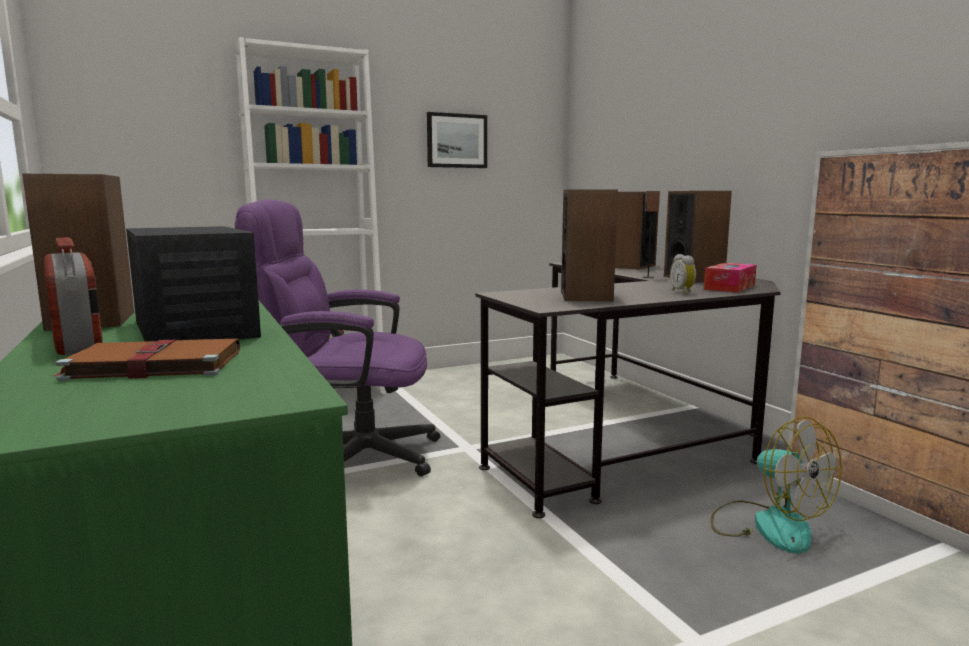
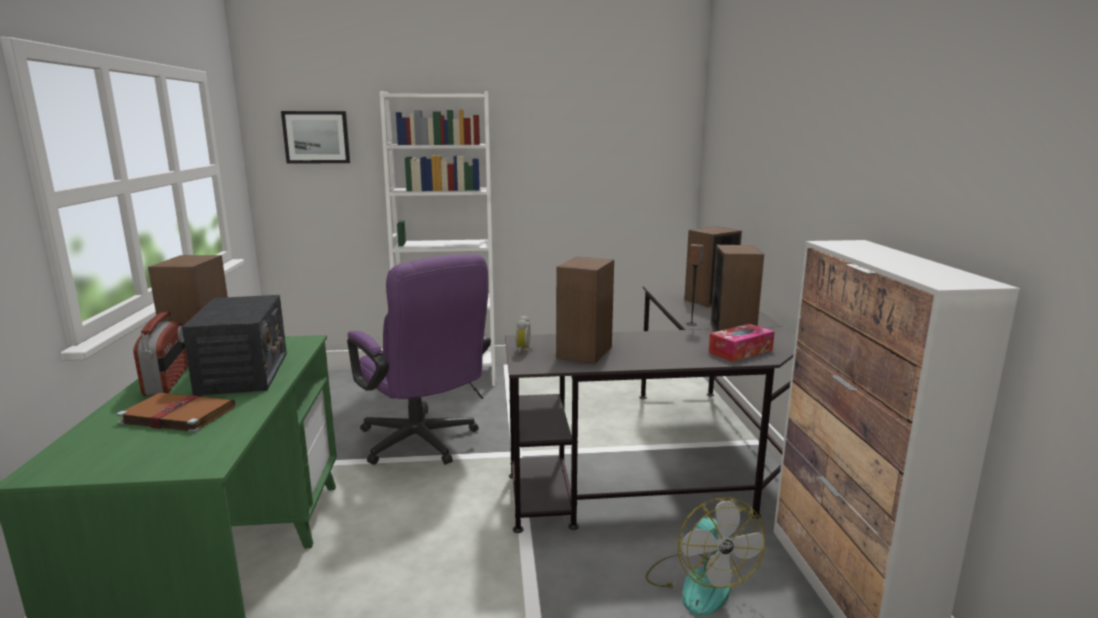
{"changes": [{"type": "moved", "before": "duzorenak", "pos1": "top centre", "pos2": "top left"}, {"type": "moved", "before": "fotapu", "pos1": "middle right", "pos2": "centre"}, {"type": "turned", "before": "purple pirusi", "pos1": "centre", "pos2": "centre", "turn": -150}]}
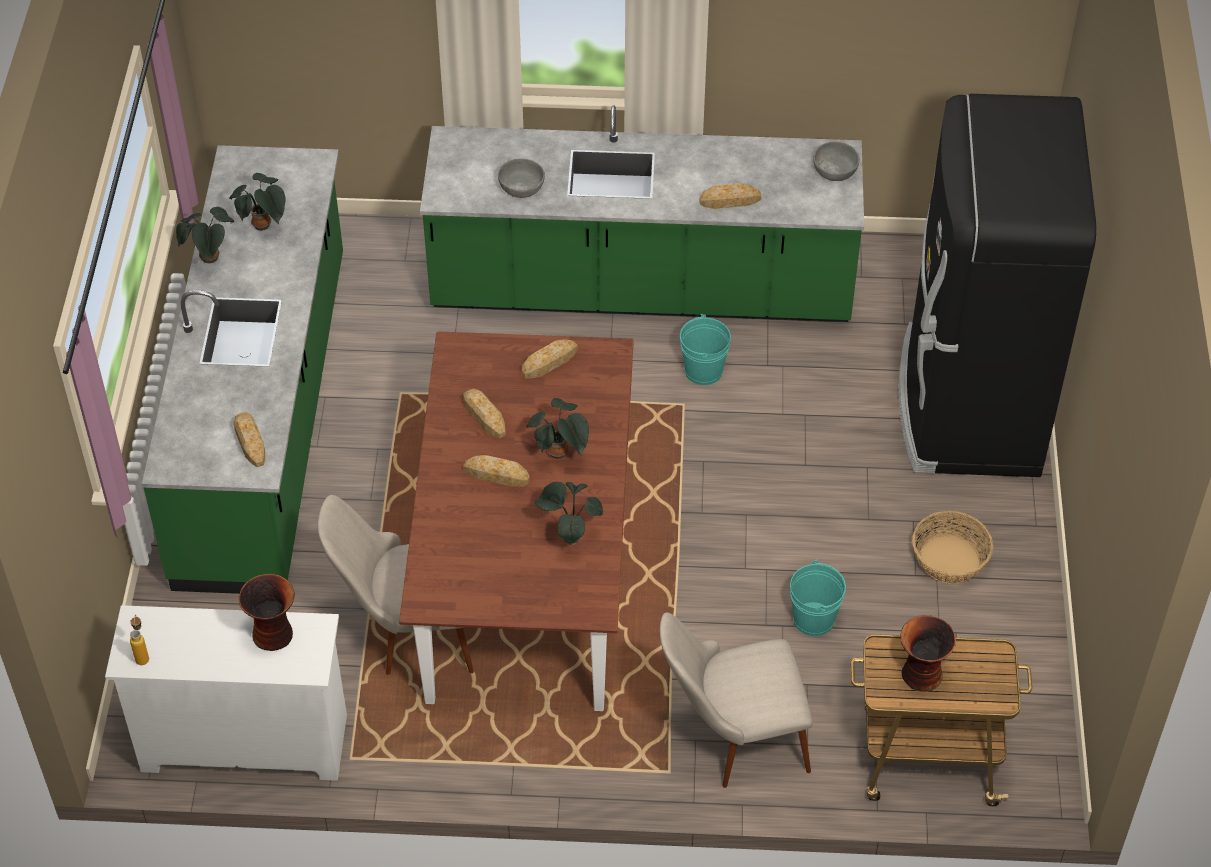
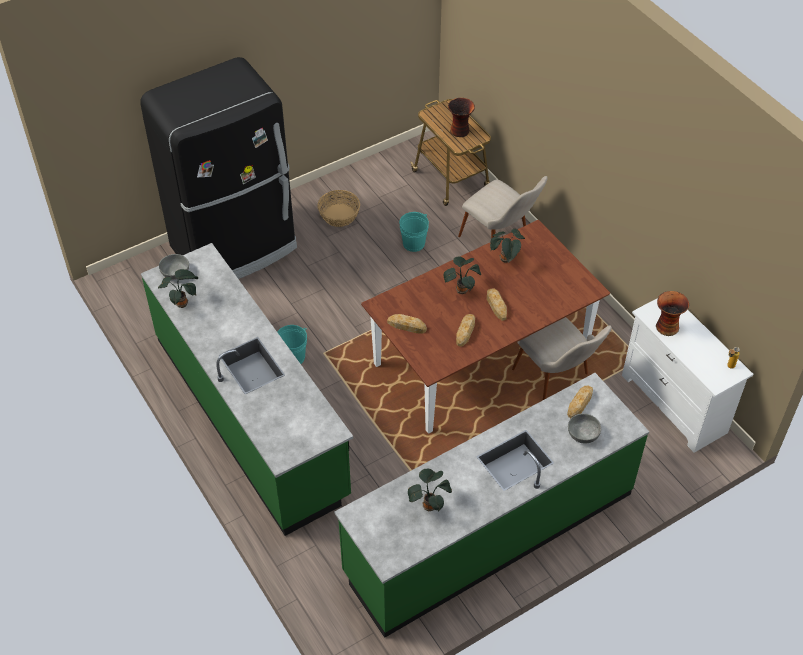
{"changes": [{"type": "removed", "before": "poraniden (5th from left)", "pos1": "top centre"}, {"type": "moved", "before": "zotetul (1st from left)", "pos1": "top left", "pos2": "middle left"}, {"type": "moved", "before": "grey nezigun (1st from left in the first image)", "after": "grey nezigun (2nd from left)", "pos1": "top centre", "pos2": "middle right"}]}
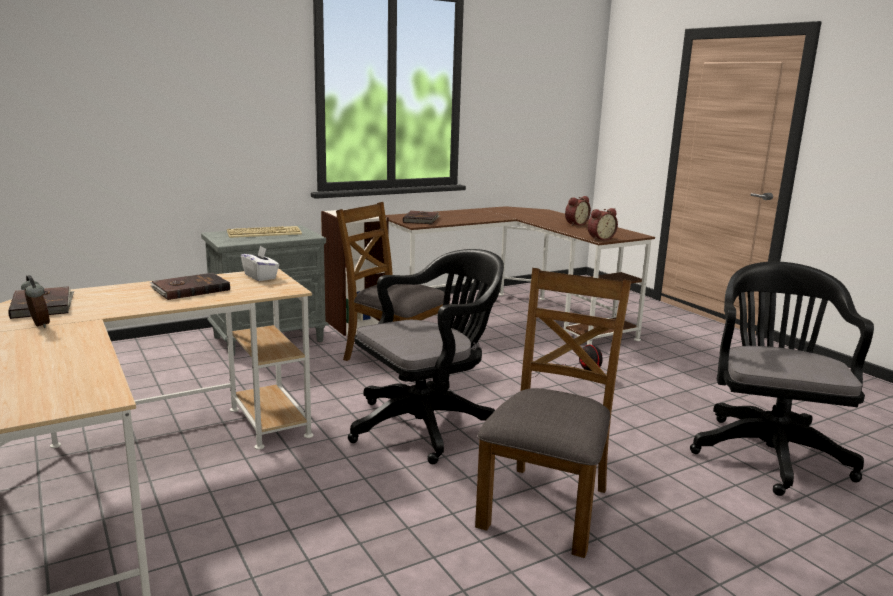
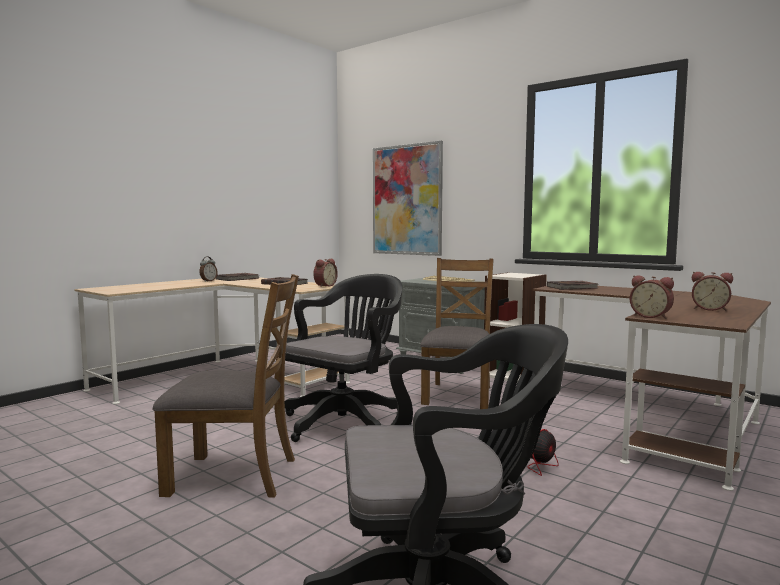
{"changes": [{"type": "added", "after": "duzorenak", "pos2": "centre"}, {"type": "replaced", "before": "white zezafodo", "after": "fotapu (2nd from left)", "pos1": "middle left", "pos2": "centre"}, {"type": "turned", "before": "black pirusi (1st from left)", "pos1": "centre", "pos2": "centre", "turn": -90}]}
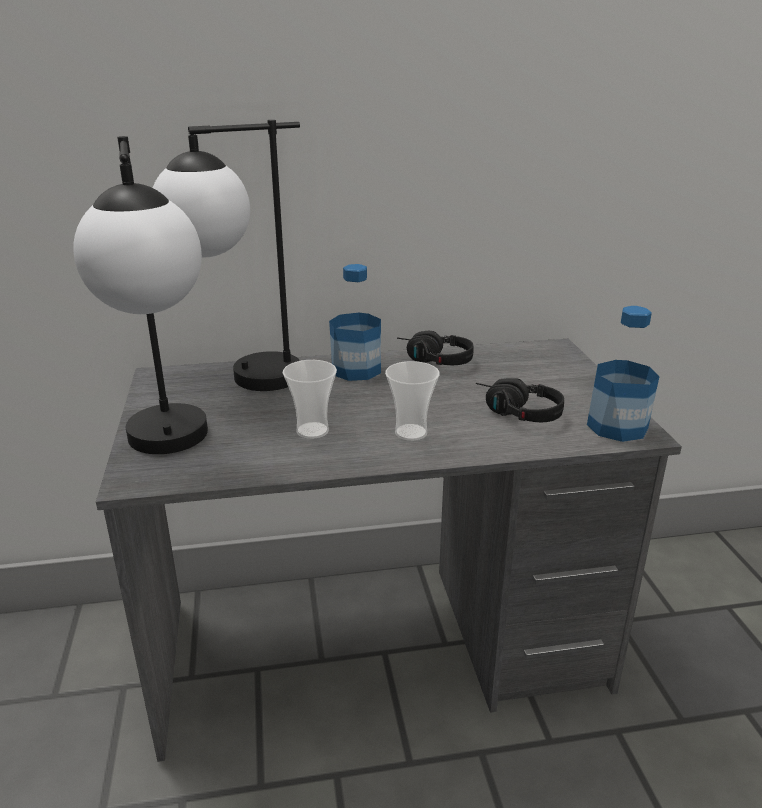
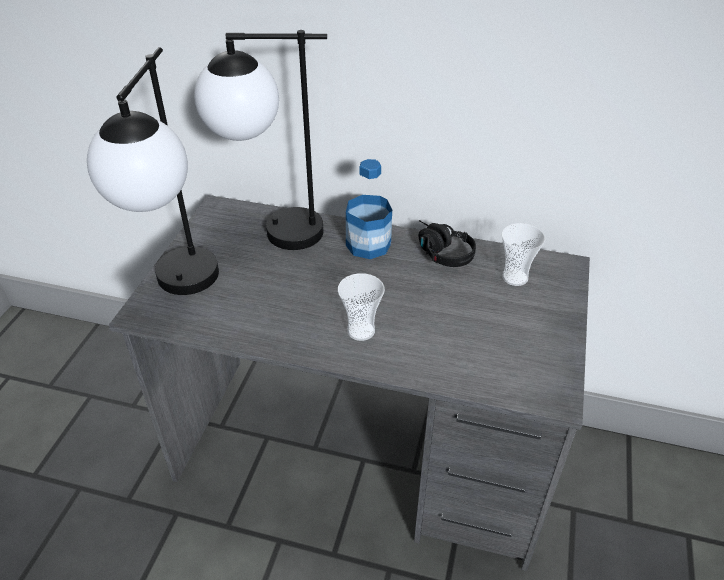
{"changes": [{"type": "removed", "before": "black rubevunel (2nd from left)", "pos1": "middle right"}, {"type": "removed", "before": "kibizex (2nd from left)", "pos1": "middle right"}, {"type": "moved", "before": "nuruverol (1st from left in the first image)", "after": "nuruverol (2nd from left)", "pos1": "centre", "pos2": "middle right"}]}
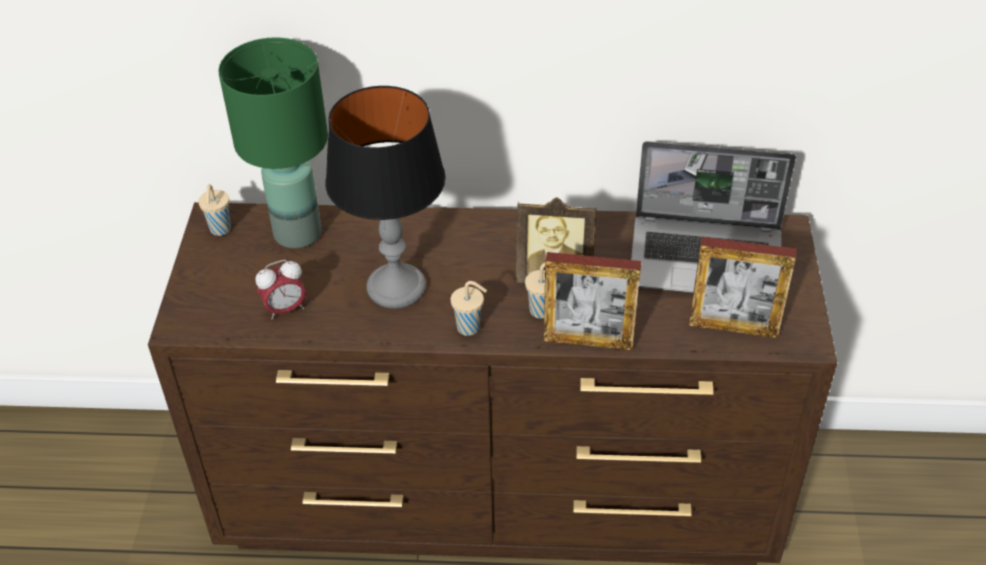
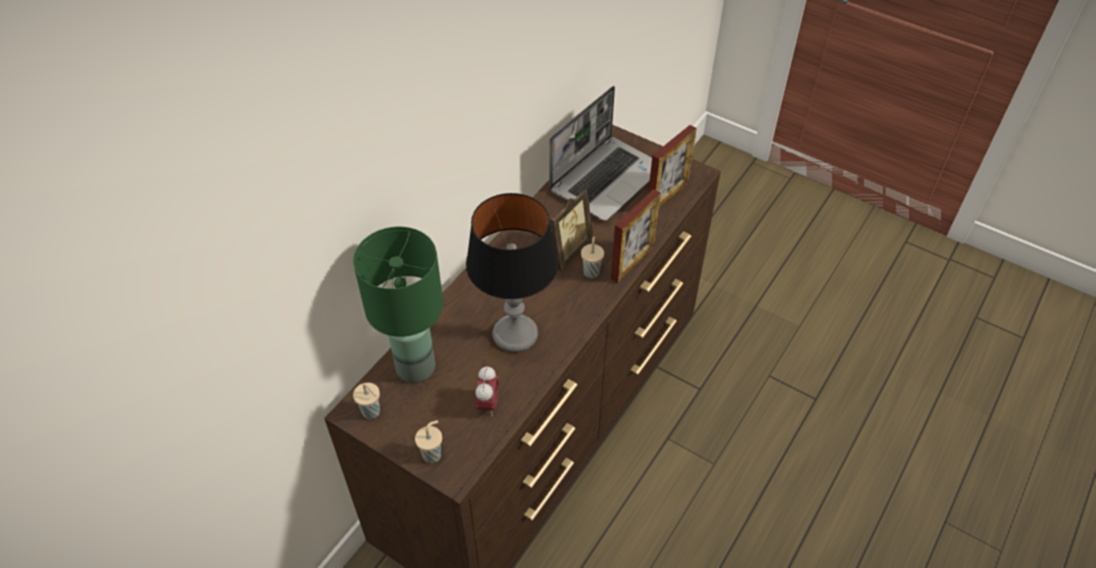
{"changes": [{"type": "moved", "before": "beige nuruverol (2nd from left)", "pos1": "centre", "pos2": "bottom centre"}]}
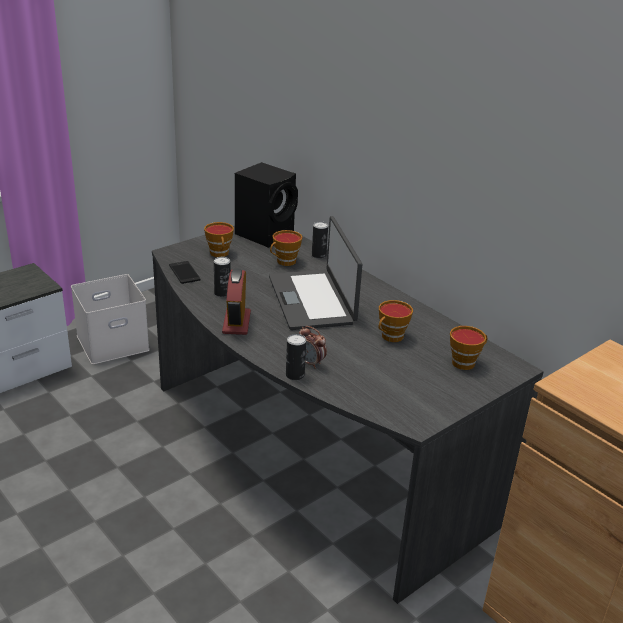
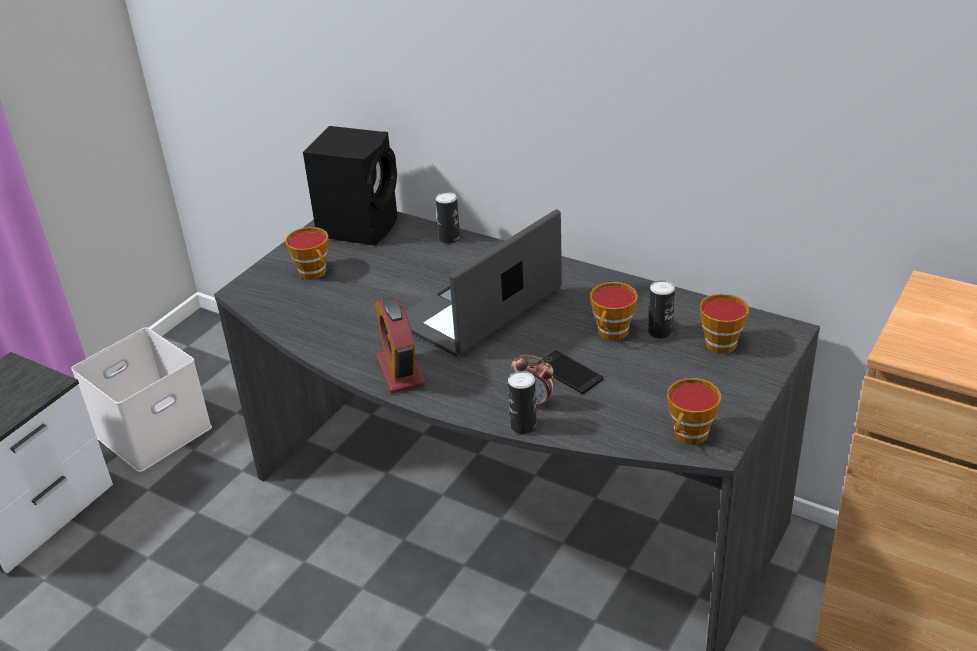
{"changes": [{"type": "moved", "before": "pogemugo", "pos1": "middle left", "pos2": "centre"}, {"type": "moved", "before": "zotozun (1st from left in the first image)", "after": "zotozun (3rd from left)", "pos1": "centre", "pos2": "middle right"}, {"type": "moved", "before": "nuruverol (2nd from left in the first image)", "after": "nuruverol (3rd from left)", "pos1": "centre", "pos2": "middle right"}, {"type": "turned", "before": "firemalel", "pos1": "centre", "pos2": "centre", "turn": 75}]}
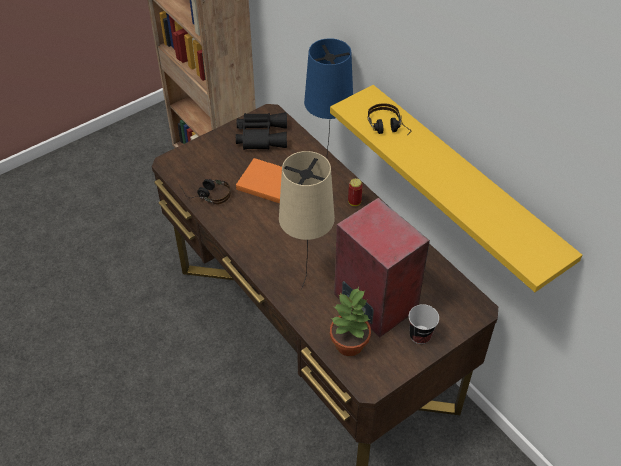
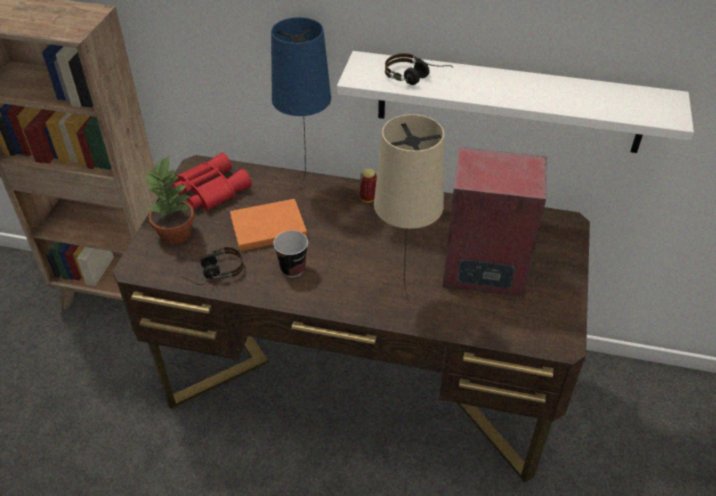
{"changes": [{"type": "moved", "before": "zotetul", "pos1": "bottom centre", "pos2": "middle left"}, {"type": "moved", "before": "nuruverol", "pos1": "bottom right", "pos2": "centre"}, {"type": "recoloured", "before": "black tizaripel", "after": "red tizaripel", "pos1": "top centre", "pos2": "middle left"}, {"type": "recoloured", "before": "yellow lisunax", "after": "white lisunax", "pos1": "middle right", "pos2": "top right"}]}
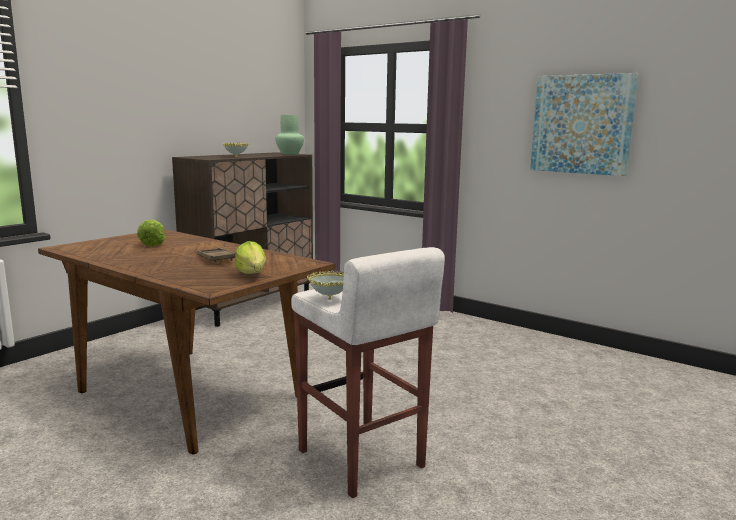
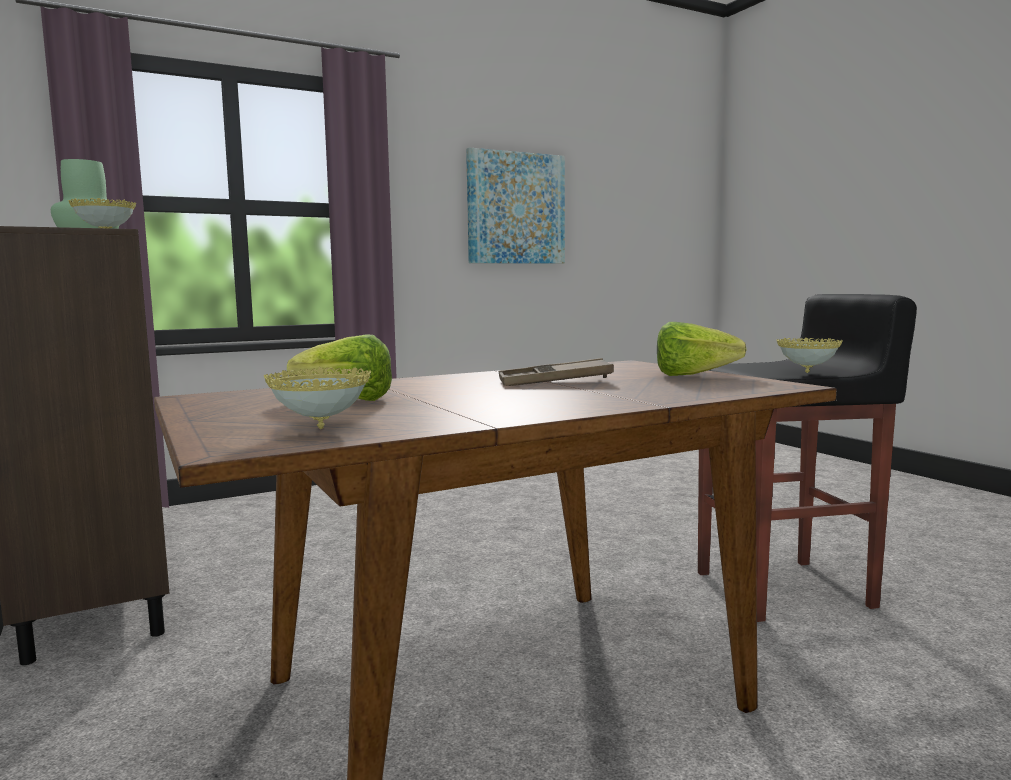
{"changes": [{"type": "added", "after": "nezigun (2nd from left)", "pos2": "middle left"}, {"type": "recoloured", "before": "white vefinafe", "after": "black vefinafe", "pos1": "bottom centre", "pos2": "middle right"}]}
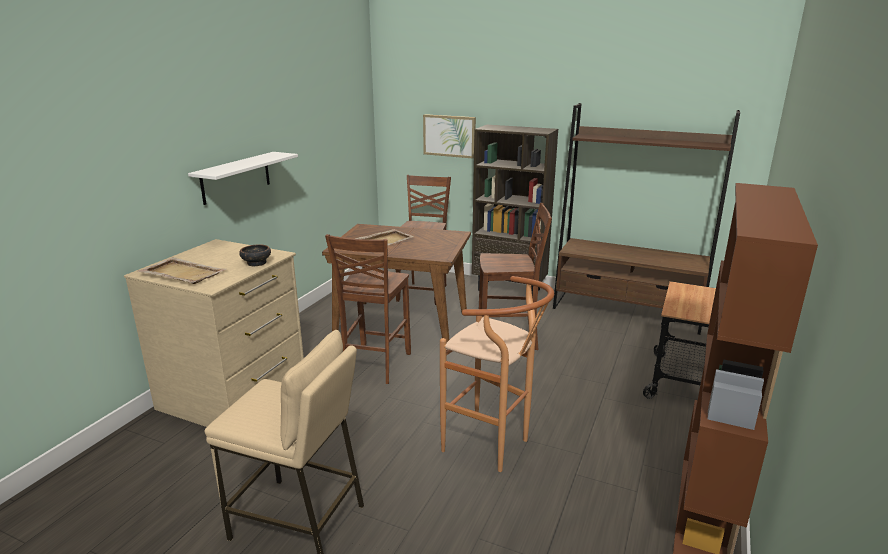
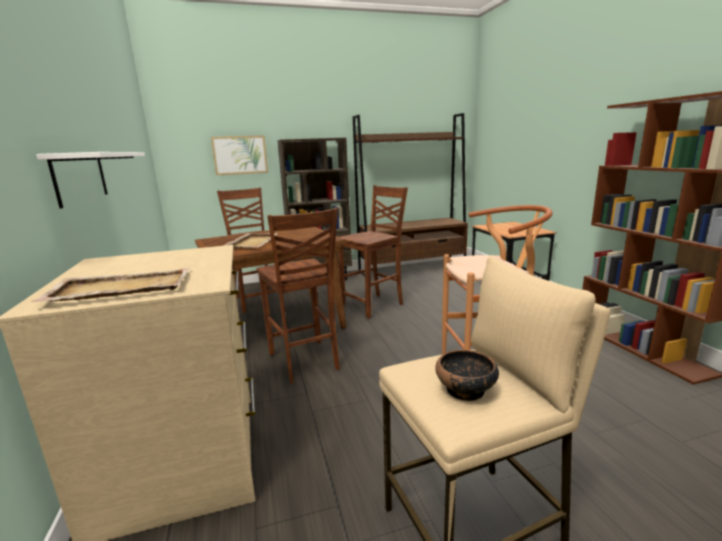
{"changes": [{"type": "moved", "before": "nezigun", "pos1": "middle left", "pos2": "bottom centre"}]}
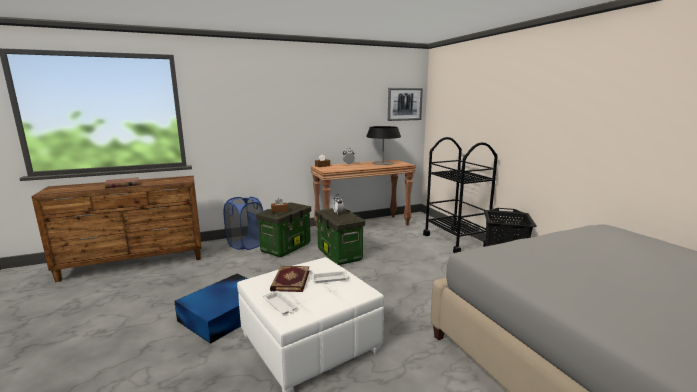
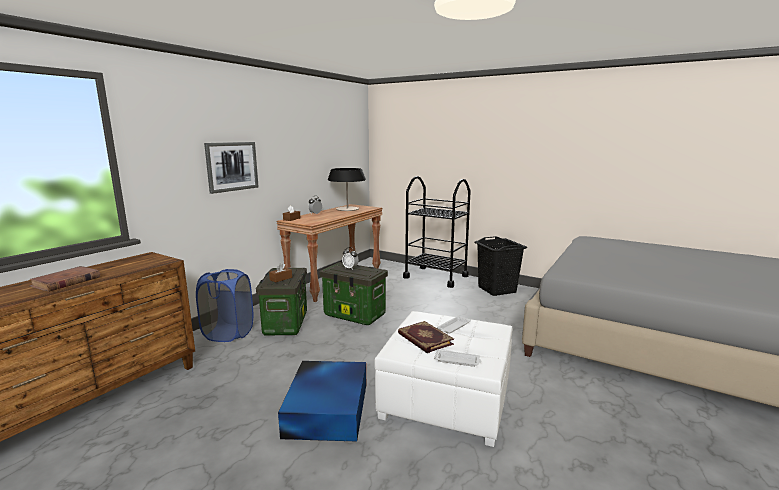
{"changes": [{"type": "moved", "before": "duzorenak", "pos1": "top centre", "pos2": "middle left"}]}
